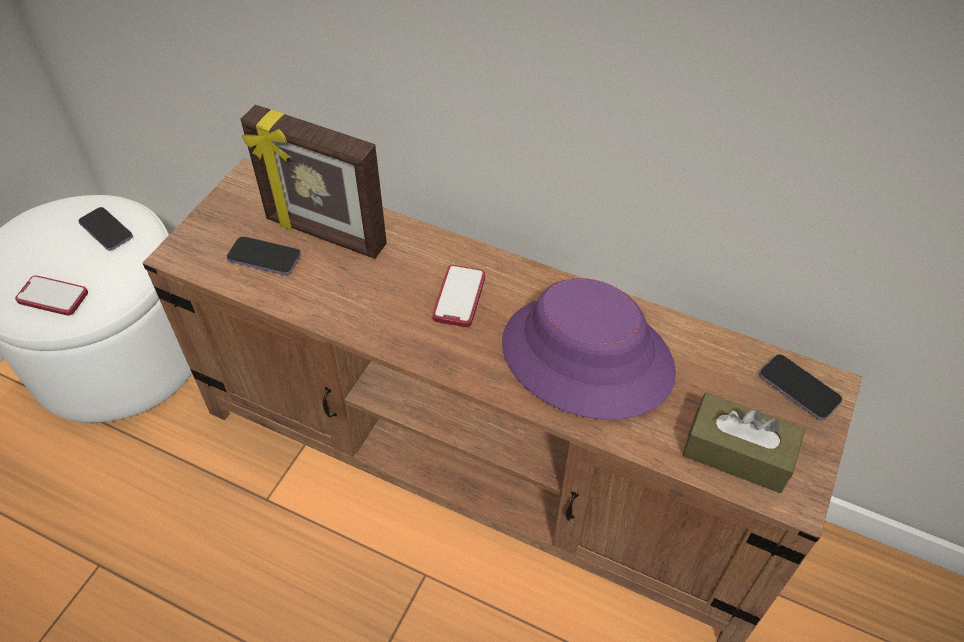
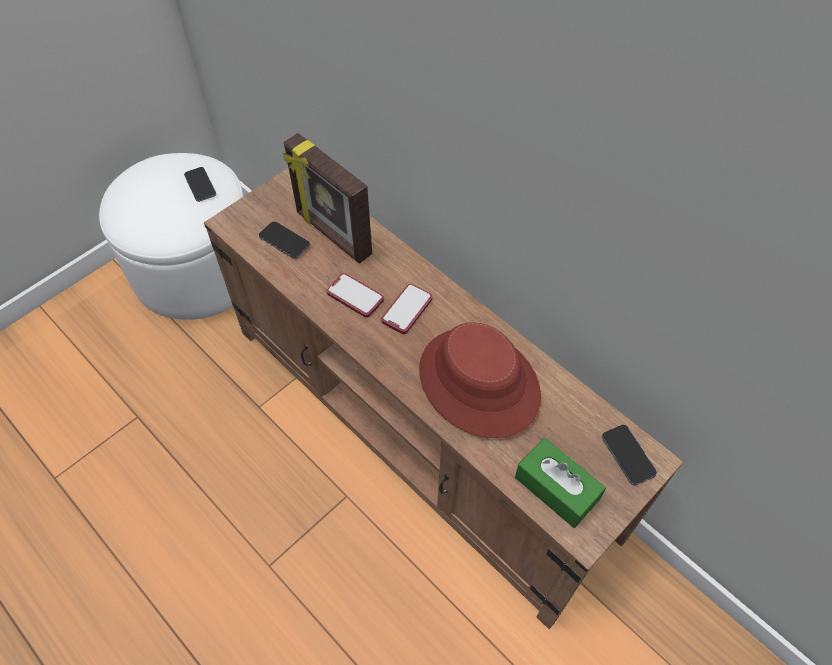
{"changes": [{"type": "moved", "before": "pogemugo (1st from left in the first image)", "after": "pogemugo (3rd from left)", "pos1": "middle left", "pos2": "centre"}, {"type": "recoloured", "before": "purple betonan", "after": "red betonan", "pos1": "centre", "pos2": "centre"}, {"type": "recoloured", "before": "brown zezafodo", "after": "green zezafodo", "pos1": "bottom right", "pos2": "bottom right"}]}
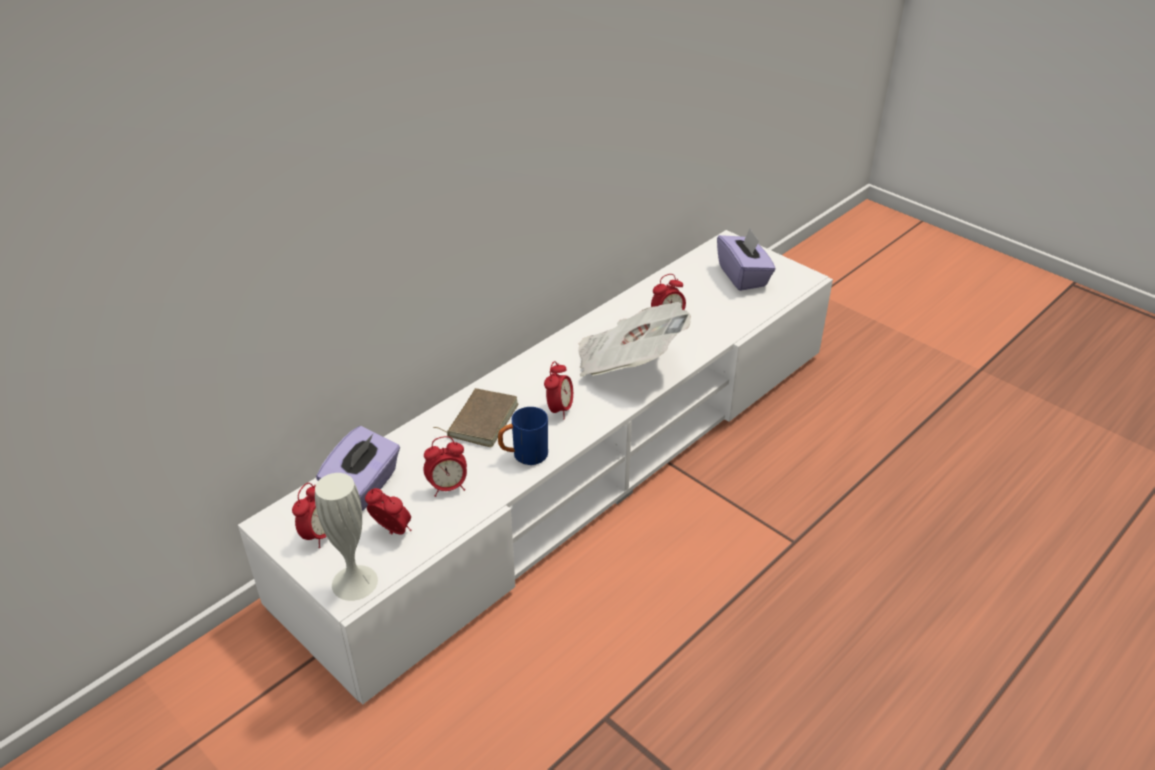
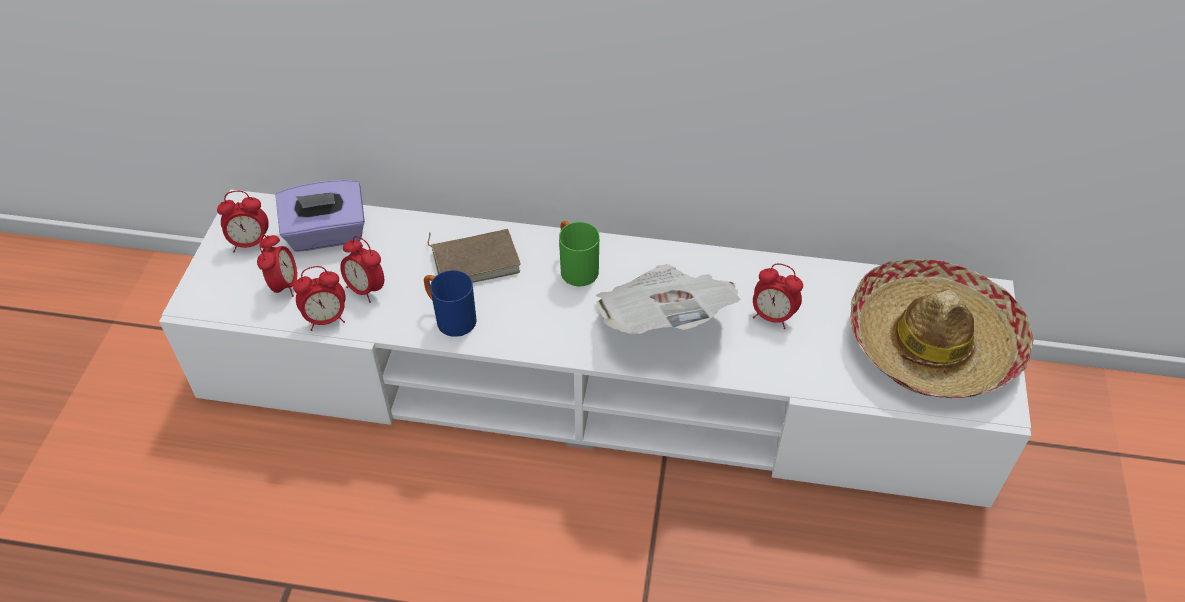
{"changes": [{"type": "removed", "before": "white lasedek", "pos1": "bottom left"}, {"type": "added", "after": "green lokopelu", "pos2": "centre"}, {"type": "moved", "before": "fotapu (4th from left in the first image)", "after": "fotapu (3rd from left)", "pos1": "centre", "pos2": "middle left"}, {"type": "replaced", "before": "purple zezafodo (2nd from left)", "after": "betonan", "pos1": "centre", "pos2": "middle right"}]}
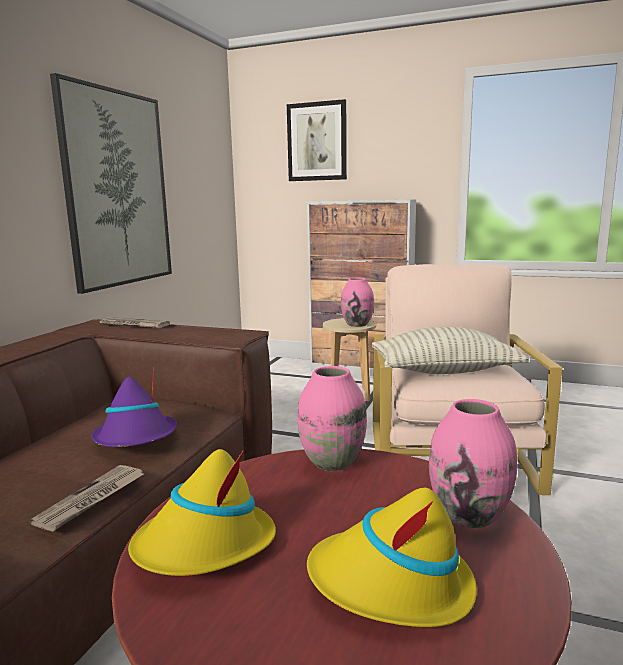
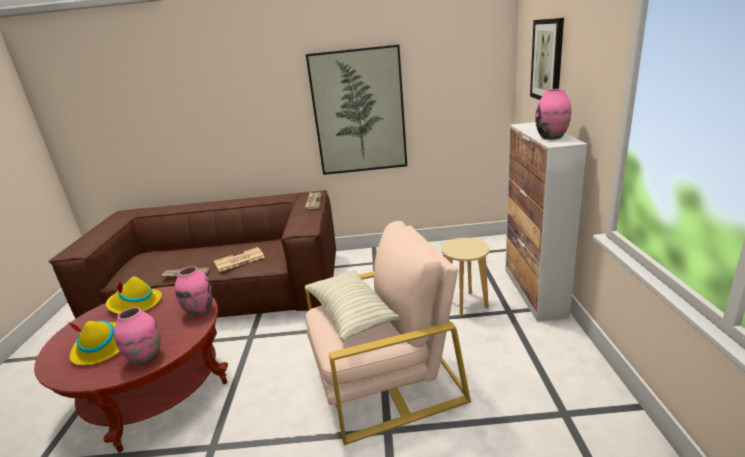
{"changes": [{"type": "moved", "before": "pink lasedek (2nd from left in the first image)", "after": "pink lasedek (3rd from left)", "pos1": "centre", "pos2": "top right"}, {"type": "replaced", "before": "purple betonan", "after": "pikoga (2nd from left)", "pos1": "middle left", "pos2": "middle left"}]}
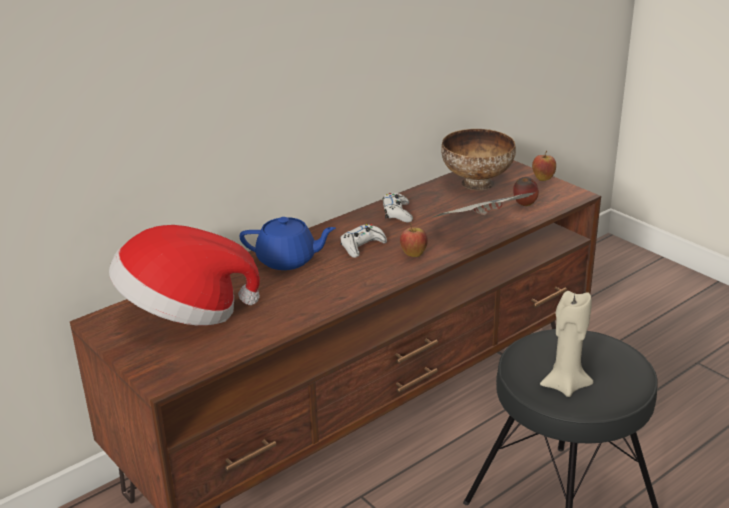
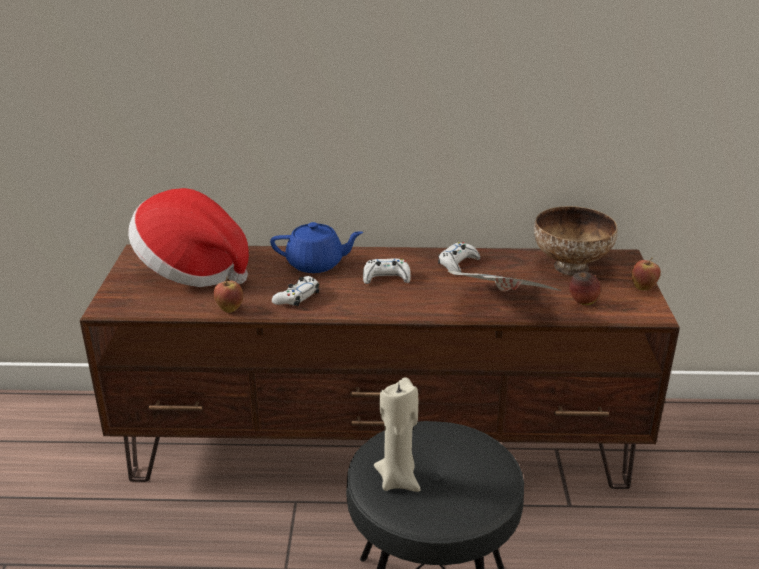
{"changes": [{"type": "added", "after": "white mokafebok (1st from left)", "pos2": "centre"}, {"type": "moved", "before": "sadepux (1st from left)", "pos1": "centre", "pos2": "middle left"}, {"type": "turned", "before": "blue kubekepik", "pos1": "centre", "pos2": "centre", "turn": -45}]}
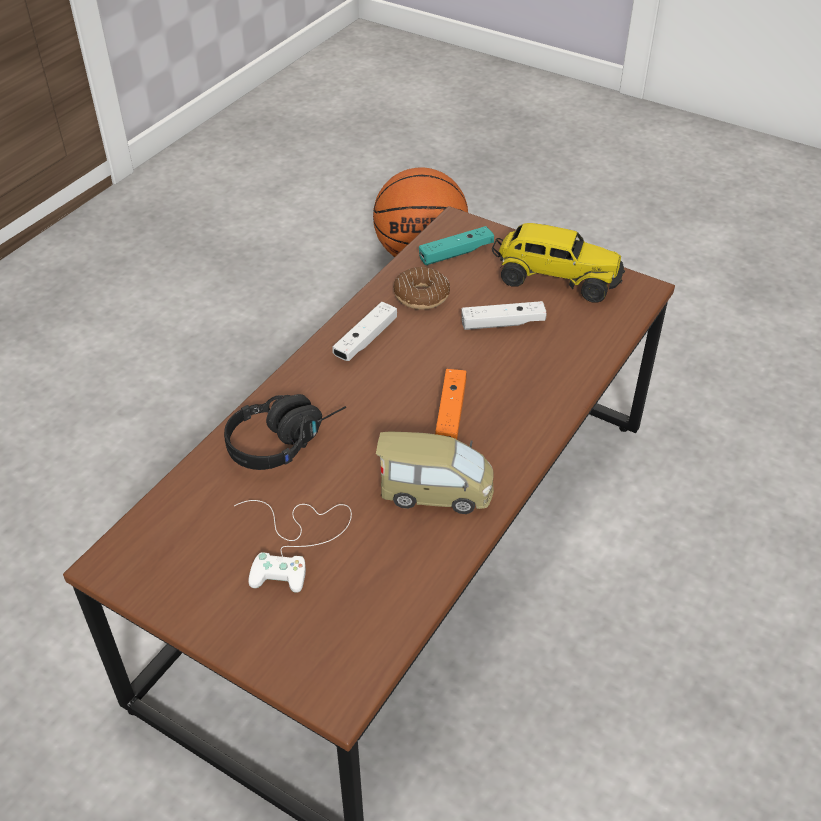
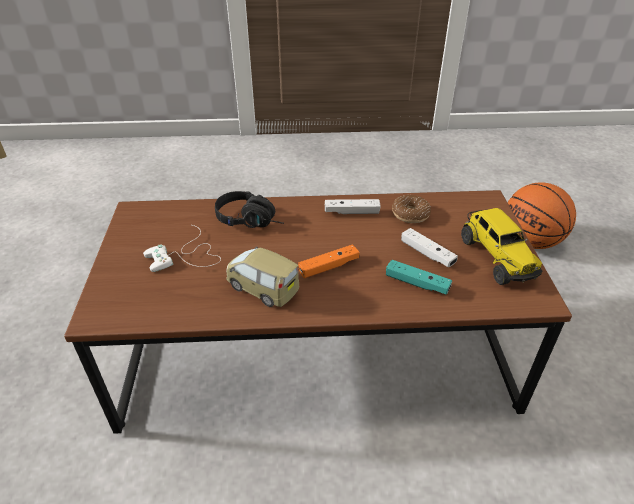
{"changes": [{"type": "moved", "before": "turquoise mokafebok", "pos1": "top centre", "pos2": "centre"}, {"type": "turned", "before": "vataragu", "pos1": "centre", "pos2": "centre", "turn": 150}]}
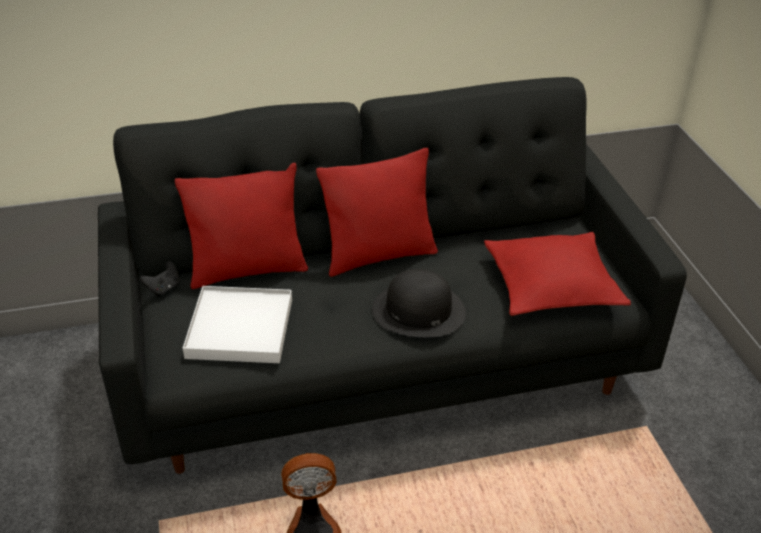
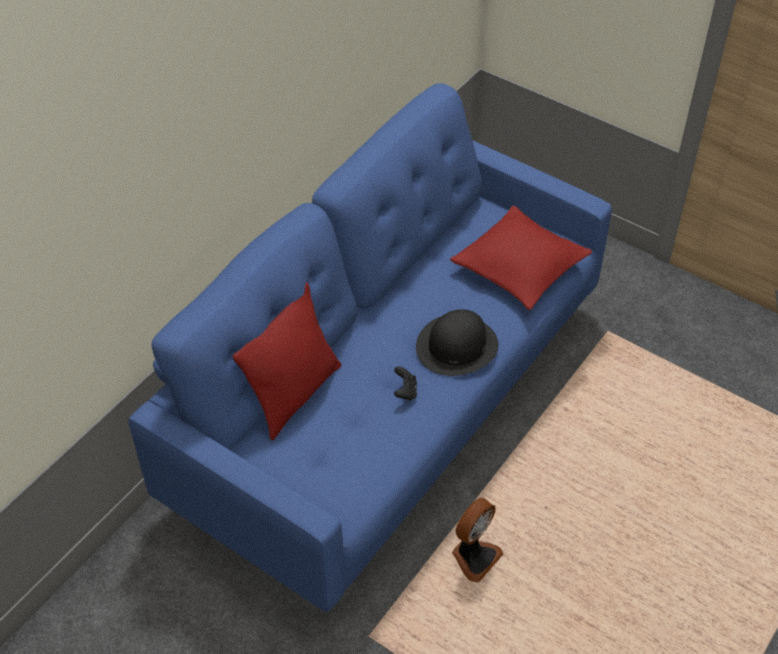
{"changes": [{"type": "removed", "before": "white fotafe", "pos1": "middle left"}, {"type": "removed", "before": "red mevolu (2nd from left)", "pos1": "centre"}, {"type": "moved", "before": "black mokafebok", "pos1": "middle left", "pos2": "centre"}, {"type": "recoloured", "before": "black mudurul", "after": "blue mudurul", "pos1": "centre", "pos2": "centre"}]}
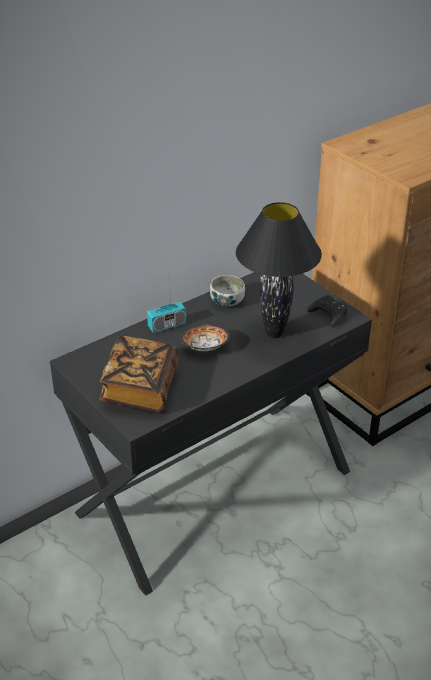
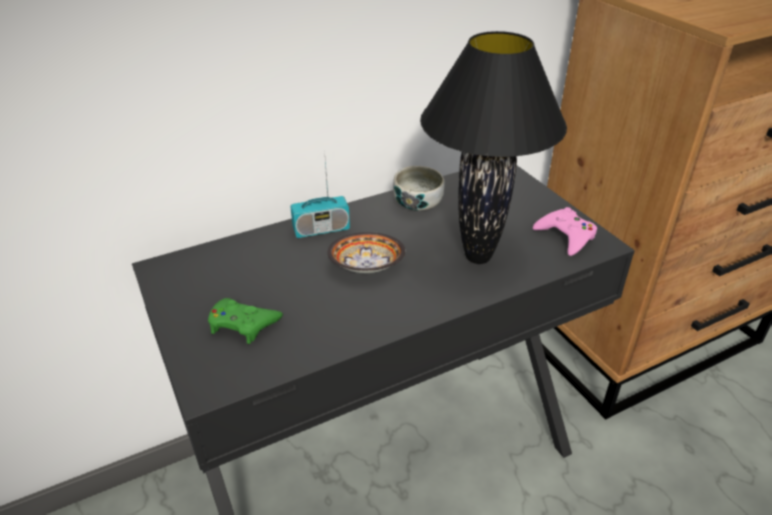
{"changes": [{"type": "replaced", "before": "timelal", "after": "green mokafebok", "pos1": "middle left", "pos2": "middle left"}, {"type": "recoloured", "before": "black mokafebok", "after": "pink mokafebok", "pos1": "middle right", "pos2": "middle right"}]}
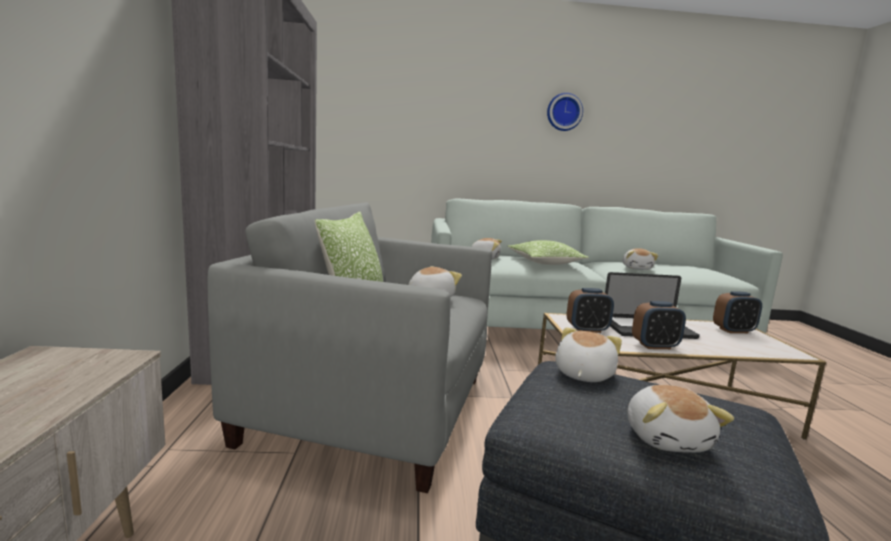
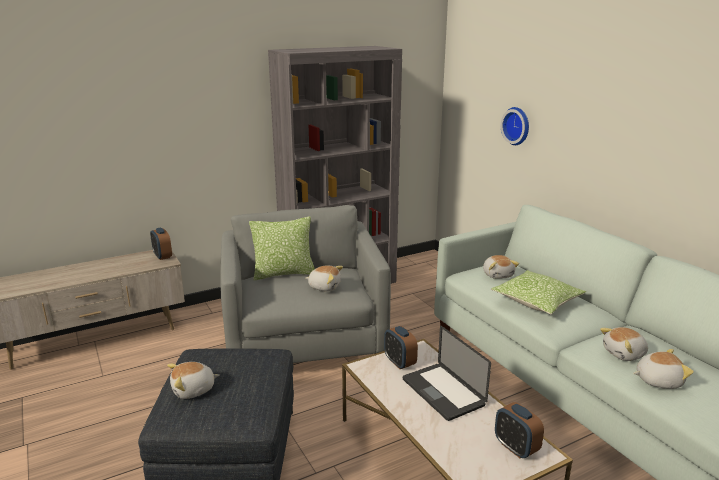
{"changes": [{"type": "moved", "before": "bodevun", "pos1": "top centre", "pos2": "top right"}, {"type": "moved", "before": "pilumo (3rd from left in the first image)", "after": "pilumo (5th from left)", "pos1": "centre", "pos2": "bottom right"}, {"type": "moved", "before": "fotapu (2nd from left in the first image)", "after": "fotapu (1st from left)", "pos1": "middle right", "pos2": "middle left"}]}
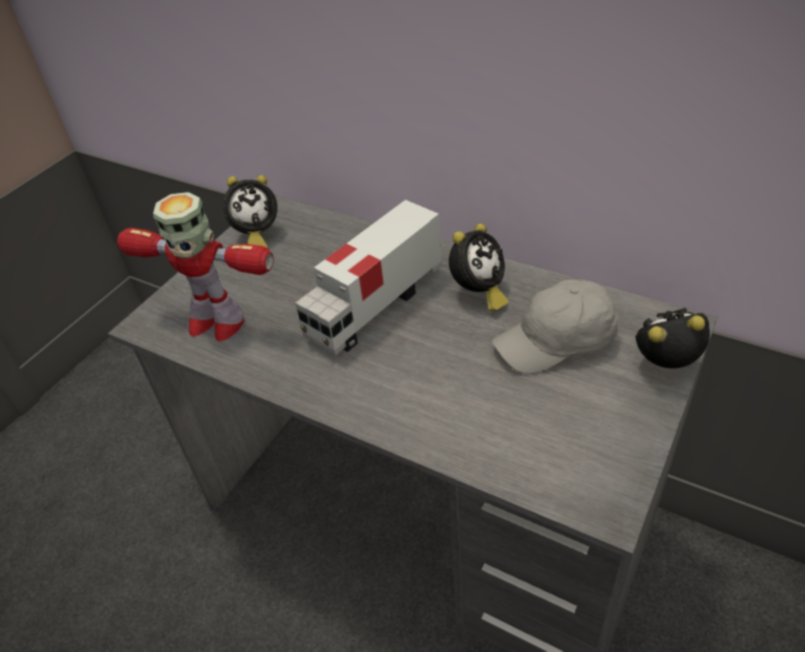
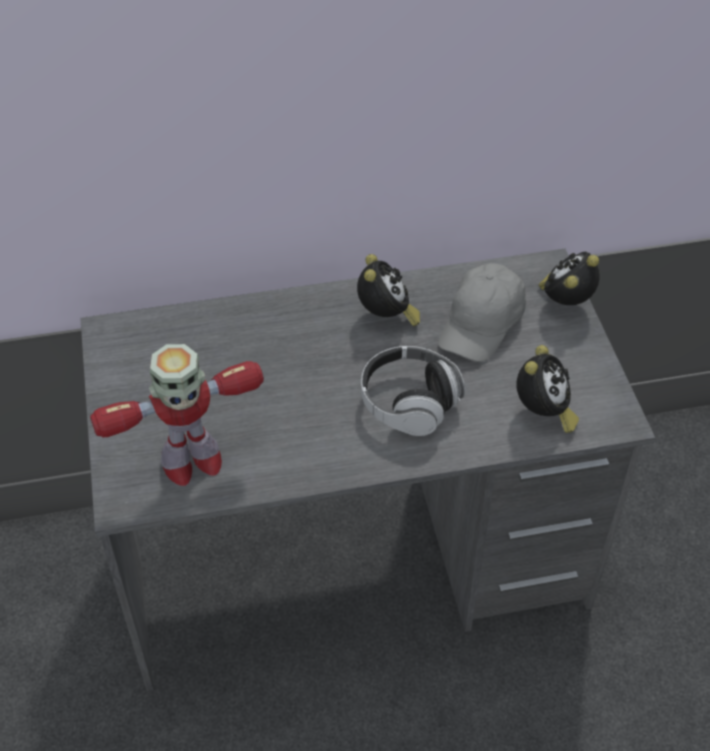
{"changes": [{"type": "removed", "before": "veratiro", "pos1": "centre"}, {"type": "added", "after": "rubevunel", "pos2": "centre"}, {"type": "moved", "before": "fotapu (1st from left in the first image)", "after": "fotapu (2nd from left)", "pos1": "top left", "pos2": "middle right"}]}
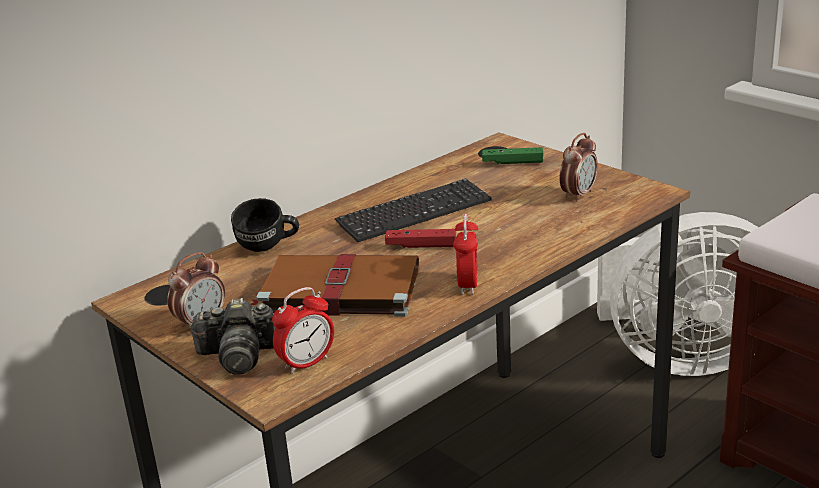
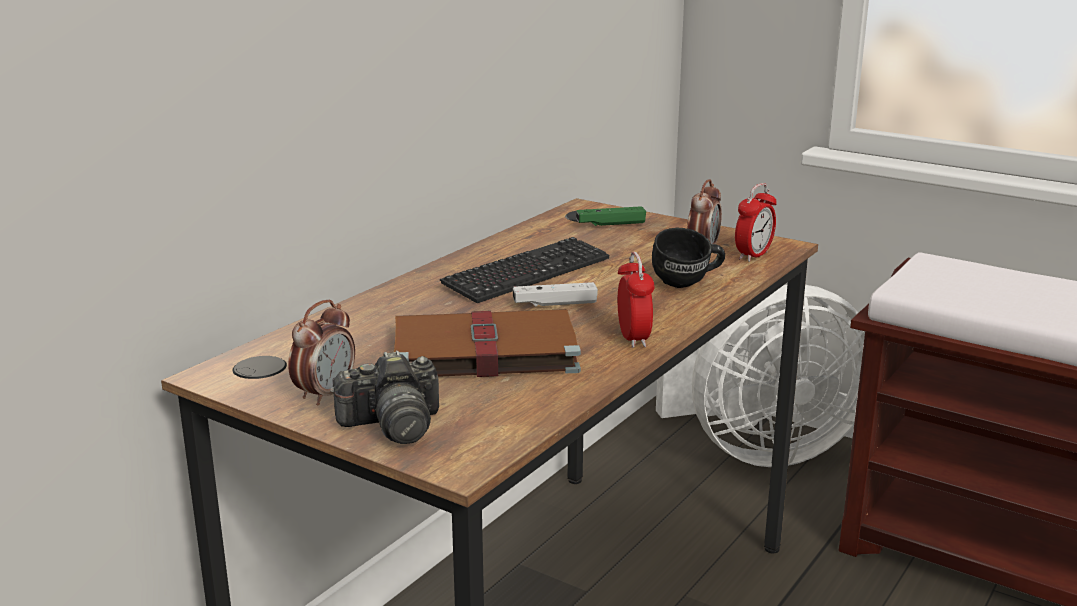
{"changes": [{"type": "moved", "before": "black lokopelu", "pos1": "middle left", "pos2": "centre"}, {"type": "moved", "before": "fotapu (2nd from left in the first image)", "after": "fotapu (4th from left)", "pos1": "bottom centre", "pos2": "middle right"}, {"type": "recoloured", "before": "red mokafebok", "after": "white mokafebok", "pos1": "centre", "pos2": "centre"}]}
